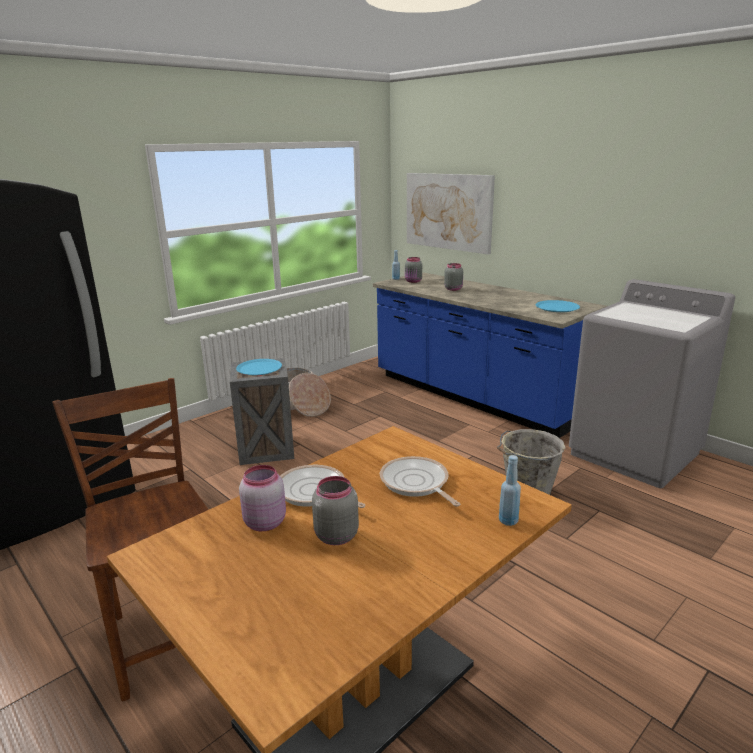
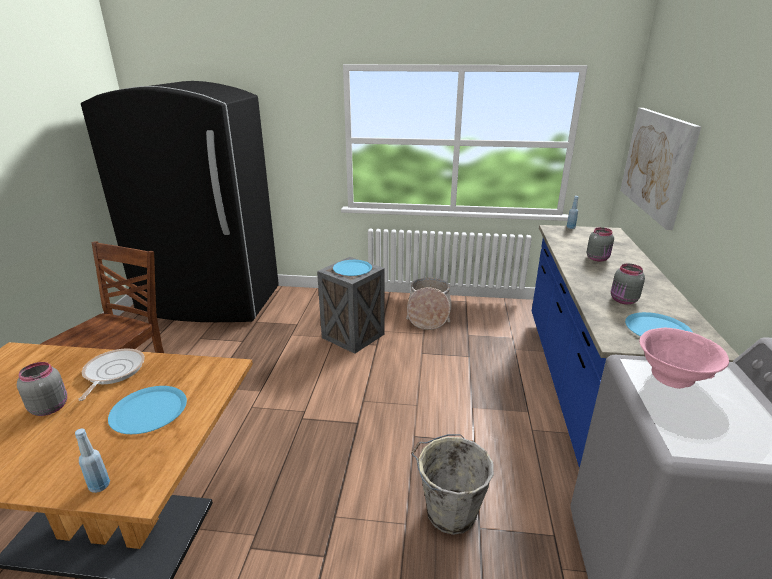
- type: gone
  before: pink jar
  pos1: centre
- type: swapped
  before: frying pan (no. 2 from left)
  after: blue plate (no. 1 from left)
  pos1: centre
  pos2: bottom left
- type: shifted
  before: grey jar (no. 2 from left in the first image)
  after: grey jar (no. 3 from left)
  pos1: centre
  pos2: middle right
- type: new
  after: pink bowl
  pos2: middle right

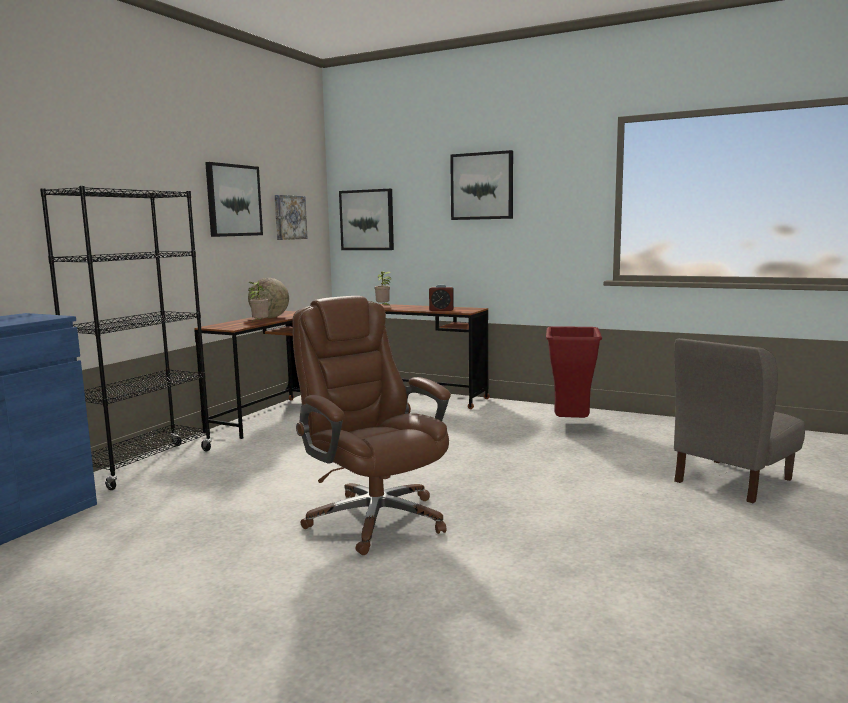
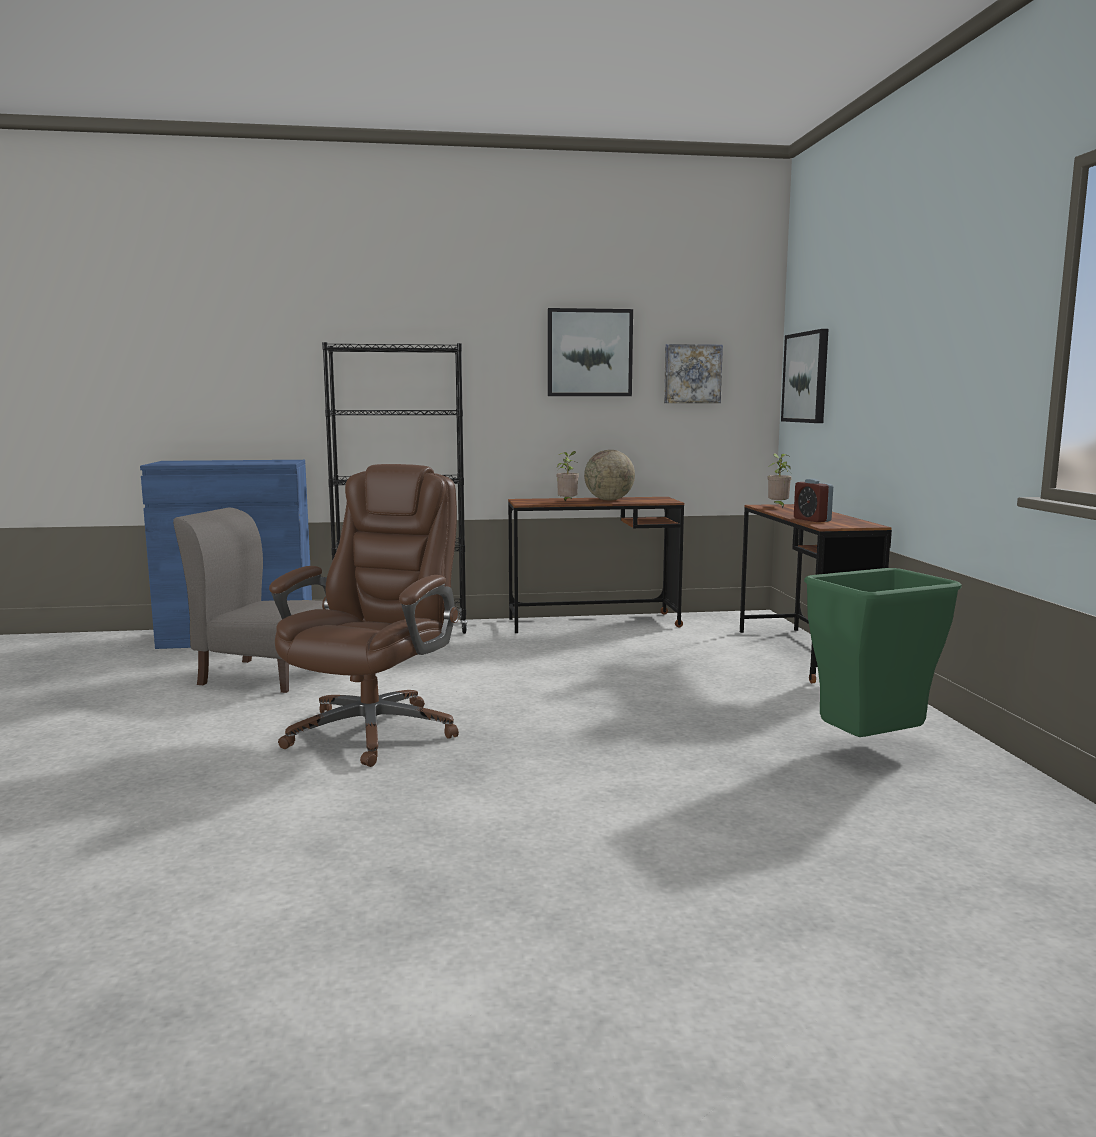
- type: gone
  before: picture (no. 4 from left)
  pos1: top centre
- type: repainted
  before: red trash can
  after: green trash can
  pos1: middle right
  pos2: middle right
- type: shifted
  before: grey chair
  pos1: middle right
  pos2: middle left

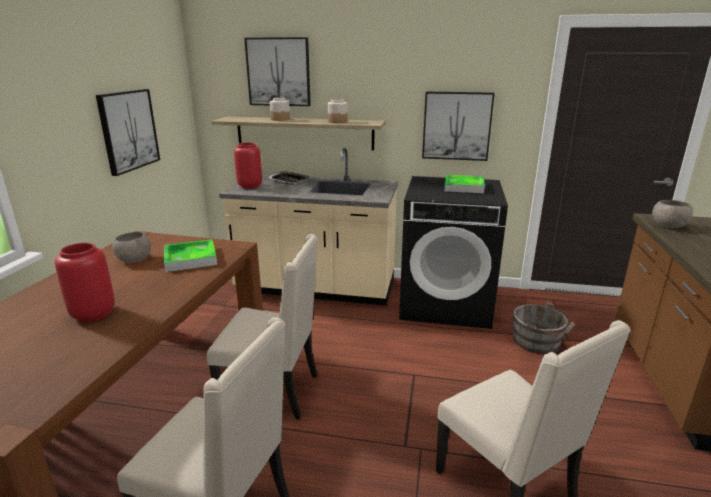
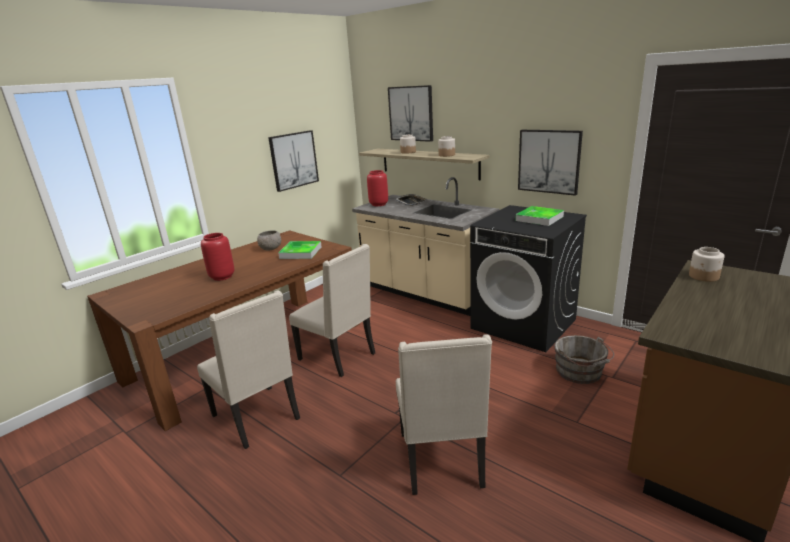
- type: swapped
  before: grey bowl (no. 2 from left)
  after: jar (no. 3 from left)
  pos1: middle right
  pos2: middle right

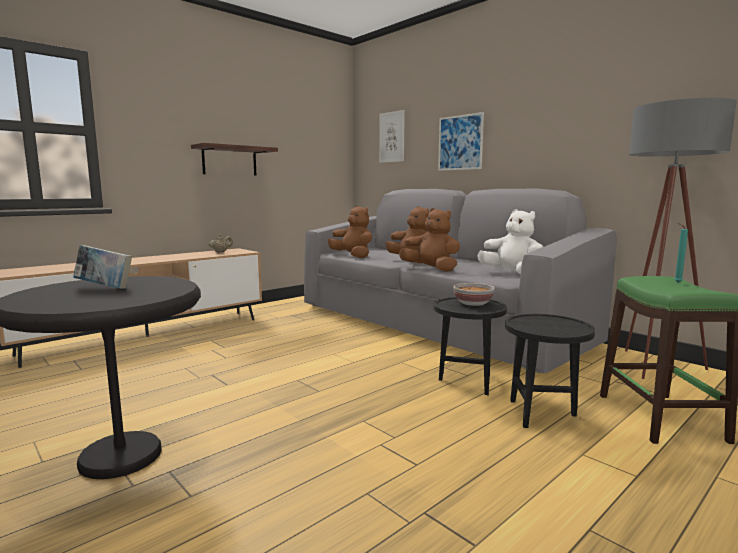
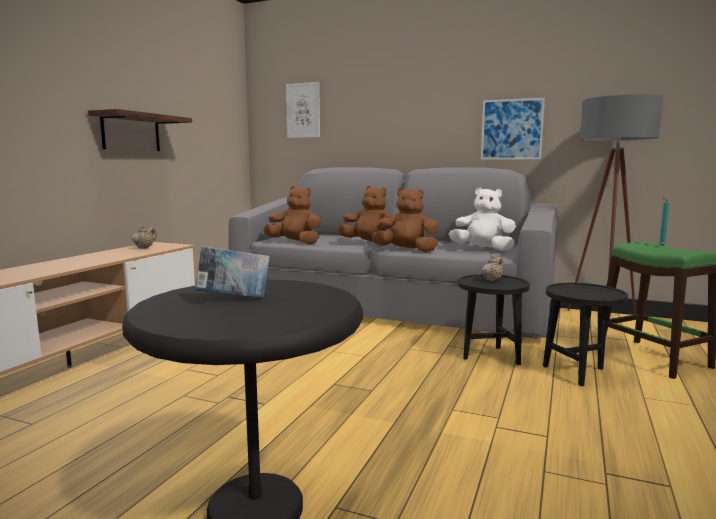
- type: shifted
  before: picture (no. 2 from left)
  pos1: top centre
  pos2: top right
- type: swapped
  before: bowl
  after: beige teapot (no. 2 from left)
  pos1: centre
  pos2: middle right

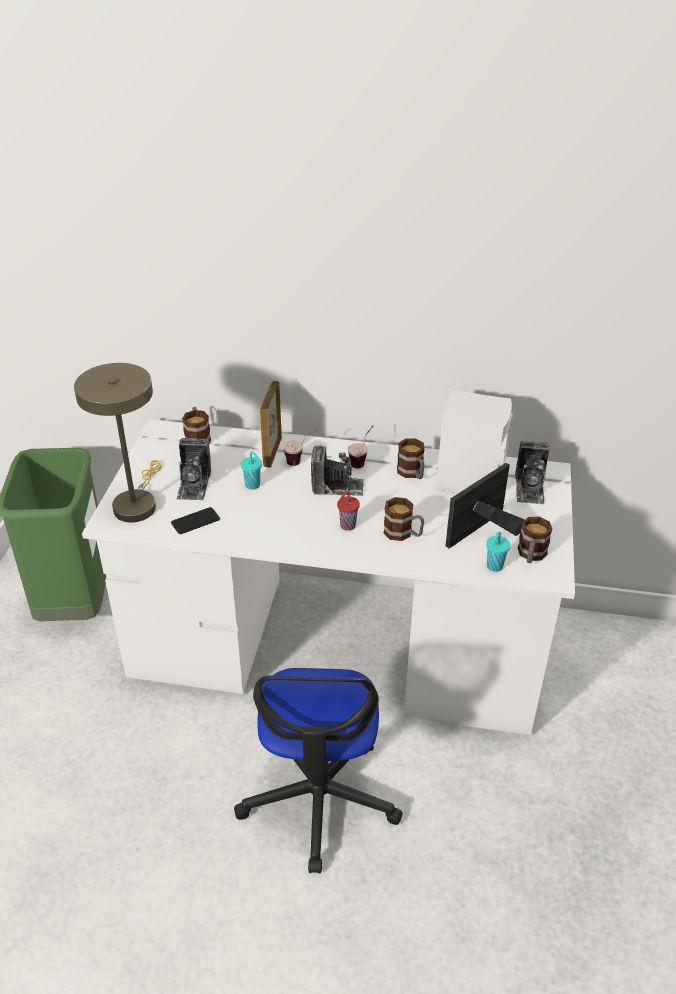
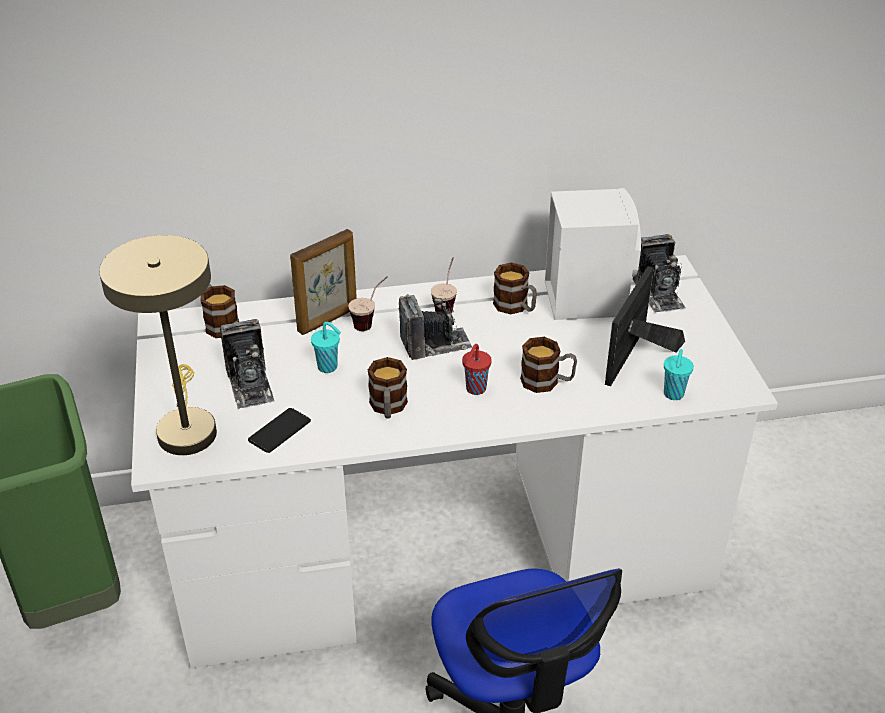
- type: rotated
  before: picture frame (no. 1 from left)
  pos1: centre
  pos2: centre
  turn: -120
- type: shifted
  before: mug (no. 4 from left in the first image)
  after: mug (no. 2 from left)
  pos1: middle right
  pos2: centre

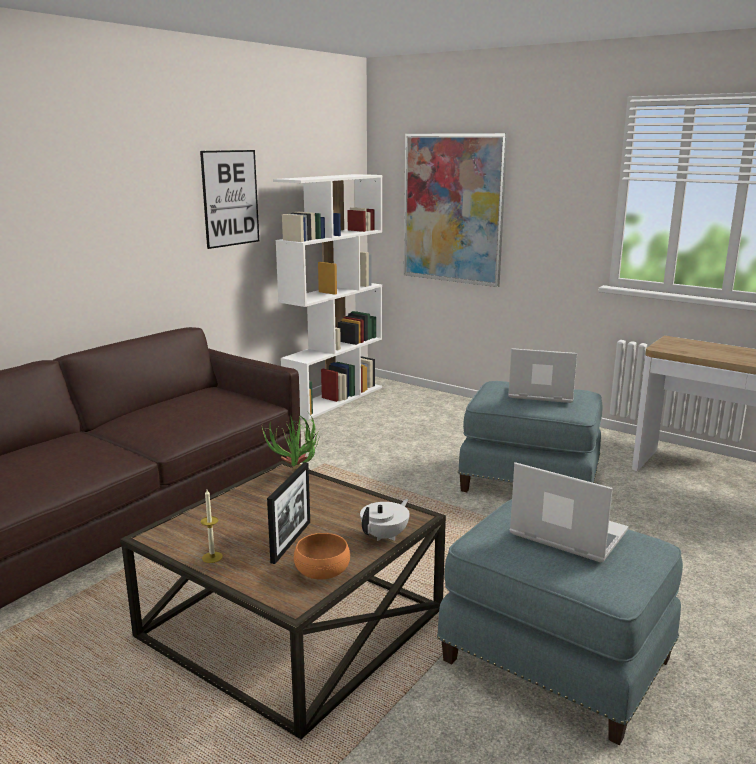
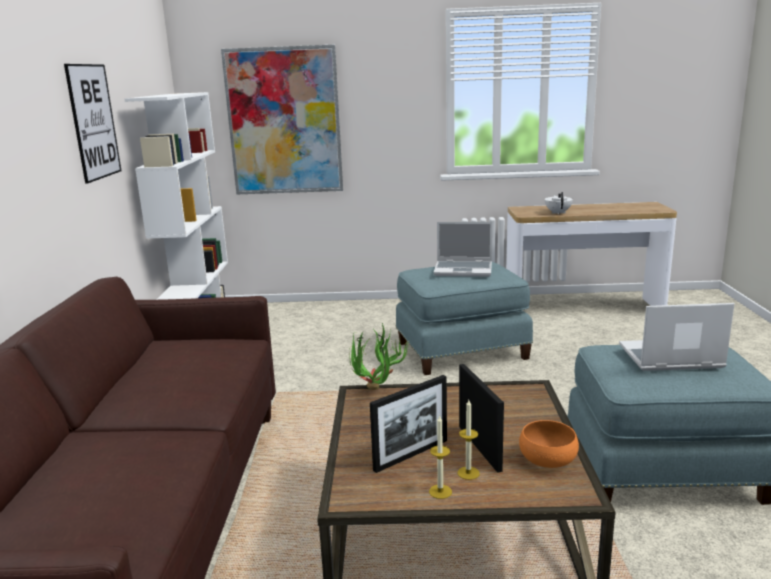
- type: shifted
  before: white teapot
  pos1: bottom centre
  pos2: middle right
- type: rotated
  before: laptop (no. 1 from left)
  pos1: middle right
  pos2: centre
  turn: -150
- type: new
  after: picture frame (no. 1 from left)
  pos2: bottom centre
- type: new
  after: candle (no. 2 from left)
  pos2: bottom centre

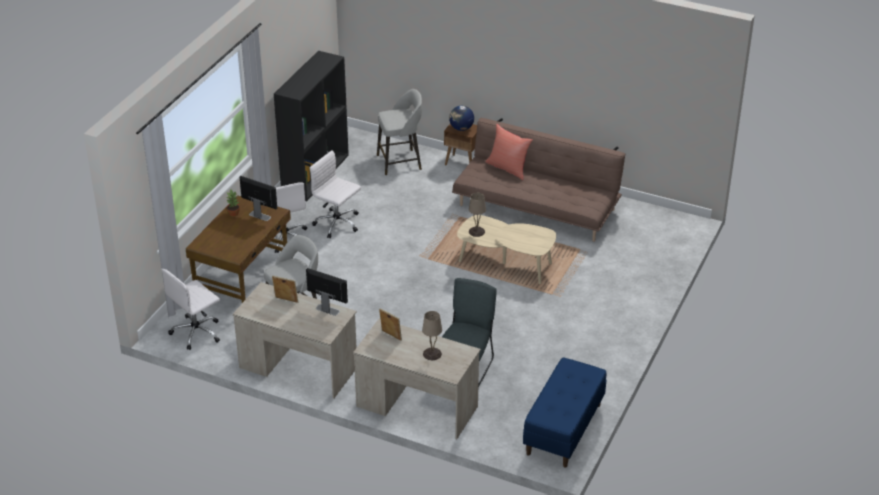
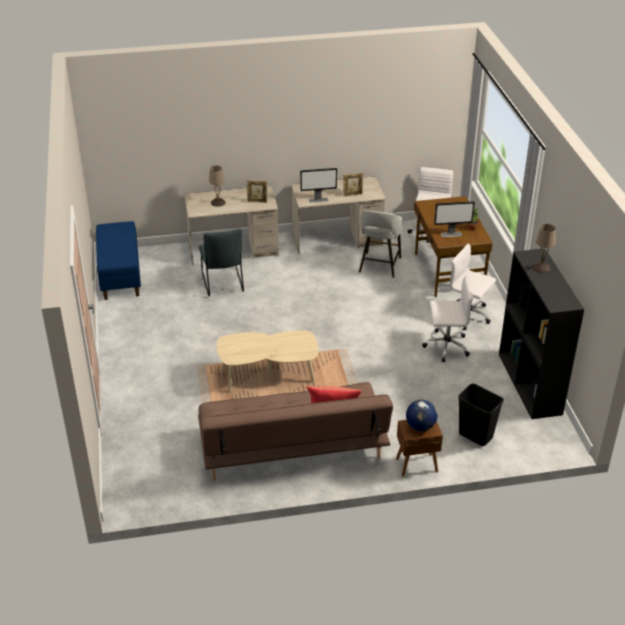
- type: swapped
  before: grey stool (no. 2 from left)
  after: black trash can
  pos1: top centre
  pos2: middle right
- type: shifted
  before: beige table lamp (no. 2 from left)
  pos1: centre
  pos2: middle right

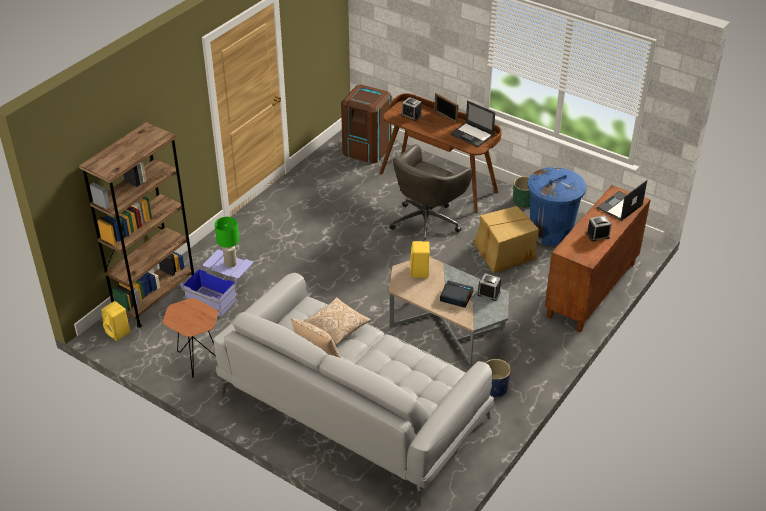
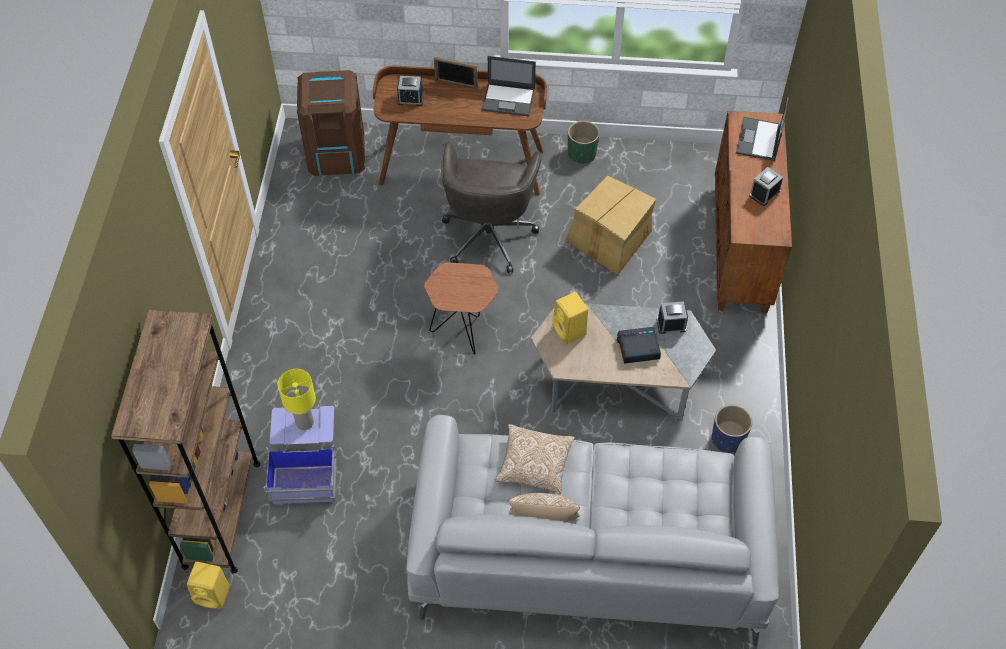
- type: shifted
  before: brown side table
  pos1: middle left
  pos2: centre
- type: repainted
  before: green table lamp
  after: yellow table lamp
  pos1: middle left
  pos2: middle left
- type: gone
  before: blue trash can
  pos1: middle right

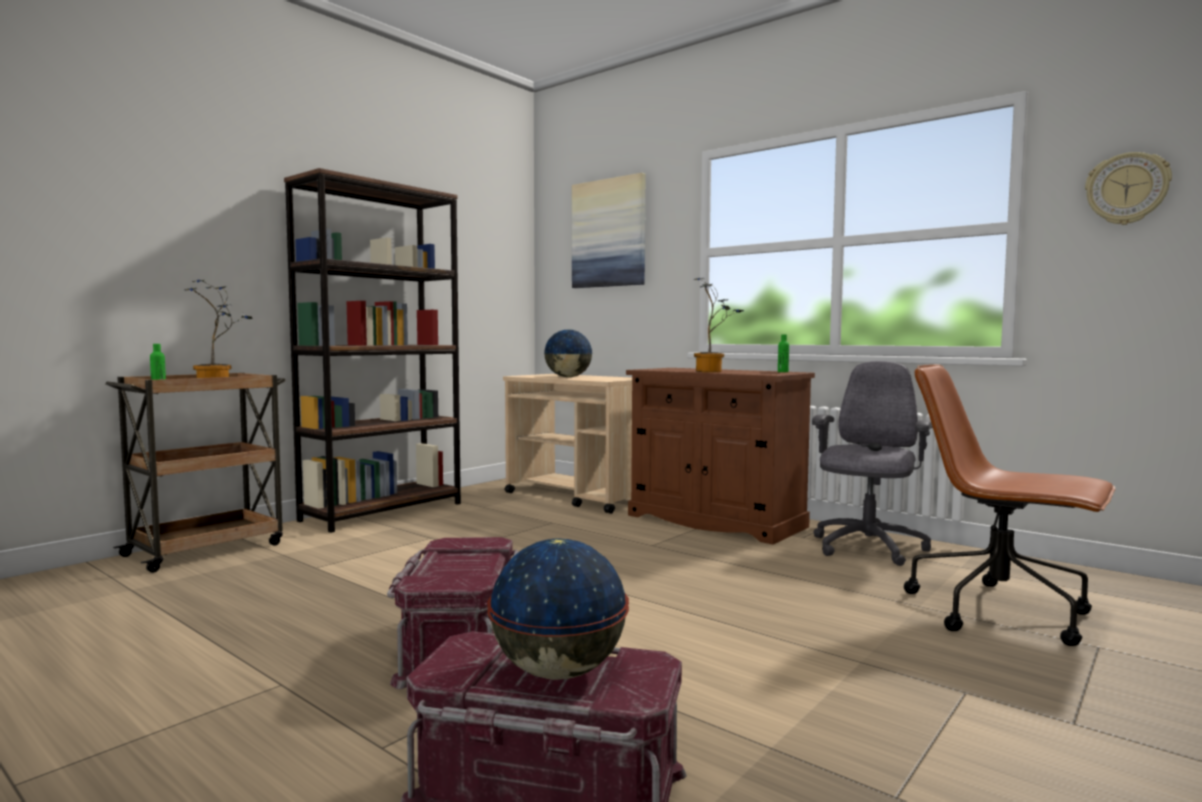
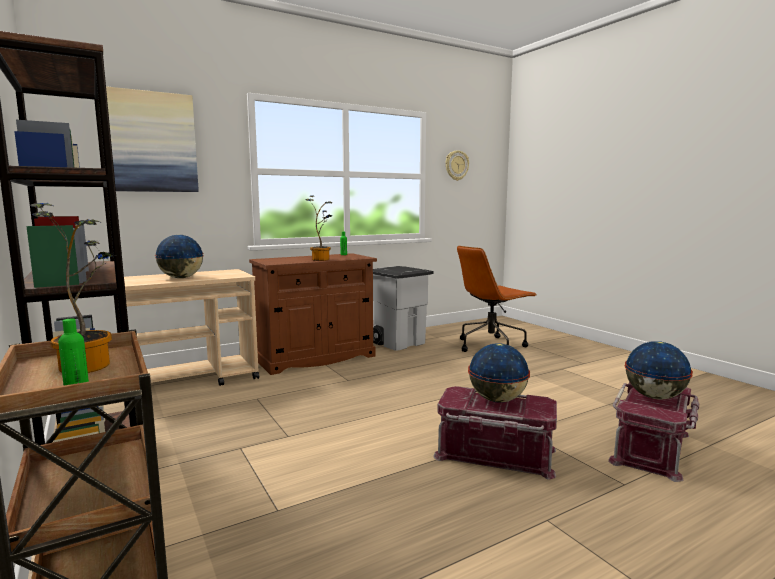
- type: swapped
  before: grey office chair
  after: grey trash can
  pos1: middle right
  pos2: centre
- type: new
  after: globe (no. 2 from left)
  pos2: centre

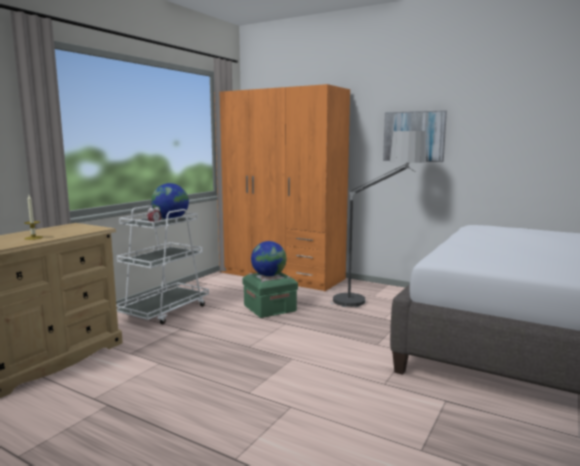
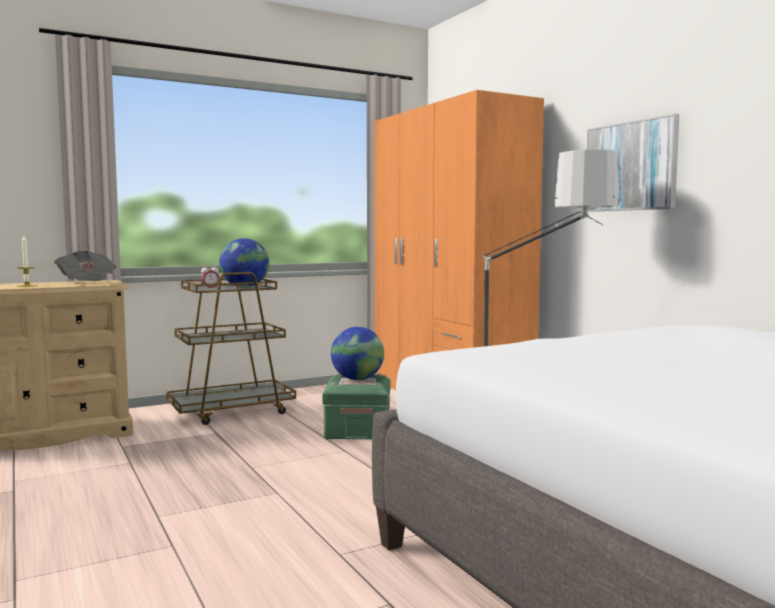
- type: repainted
  before: white cart
  after: brown cart
  pos1: middle left
  pos2: middle left
- type: new
  after: newspaper
  pos2: middle left

